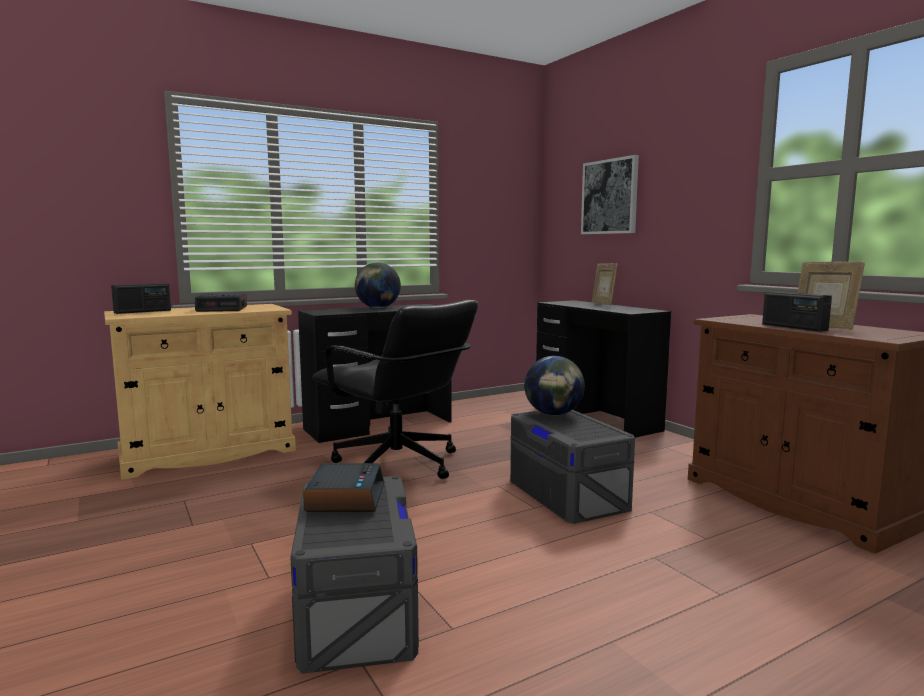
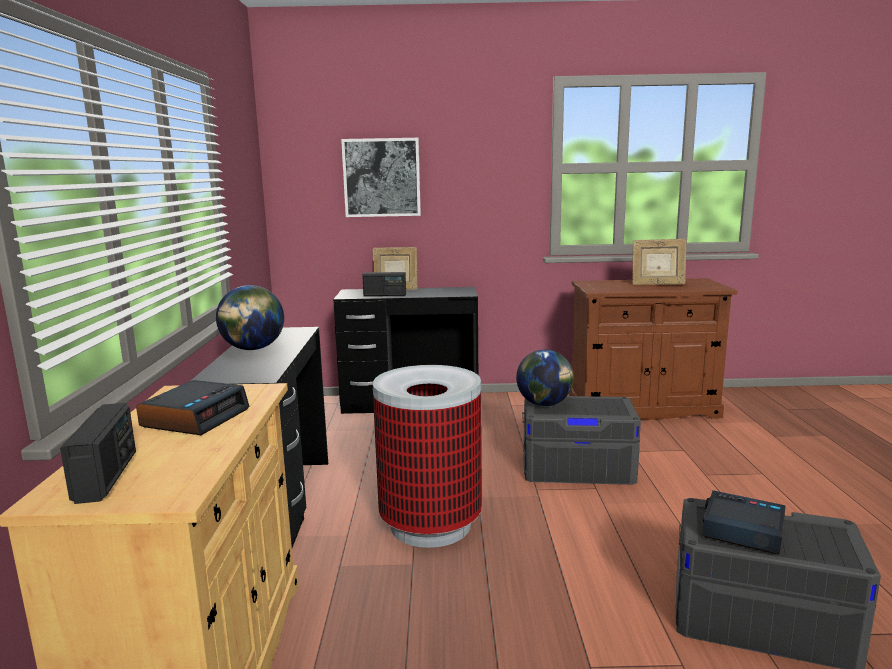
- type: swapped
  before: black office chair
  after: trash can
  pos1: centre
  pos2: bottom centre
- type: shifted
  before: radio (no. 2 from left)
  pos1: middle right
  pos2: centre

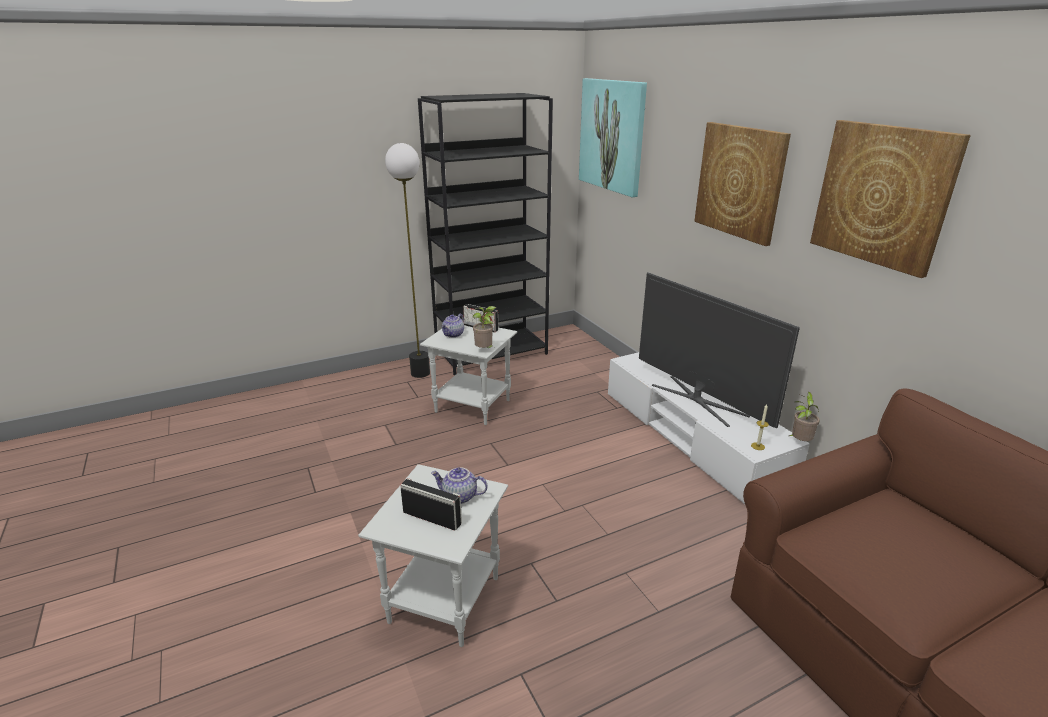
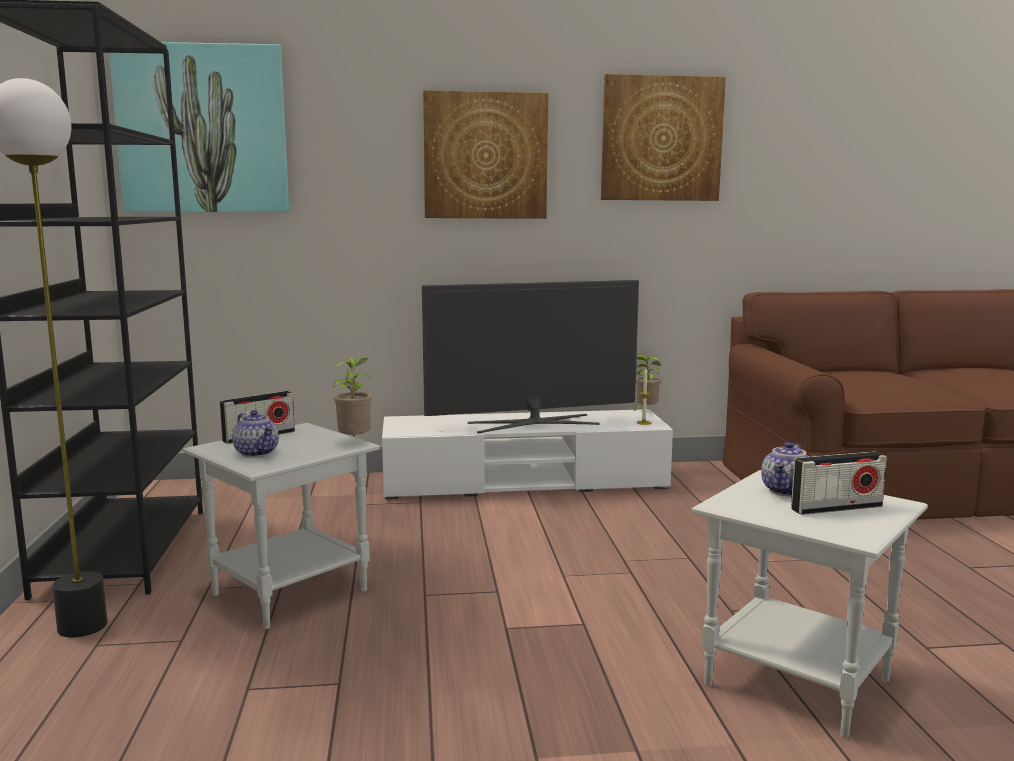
- type: rotated
  before: radio (no. 1 from left in the first image)
  pos1: bottom centre
  pos2: middle right
  turn: -150

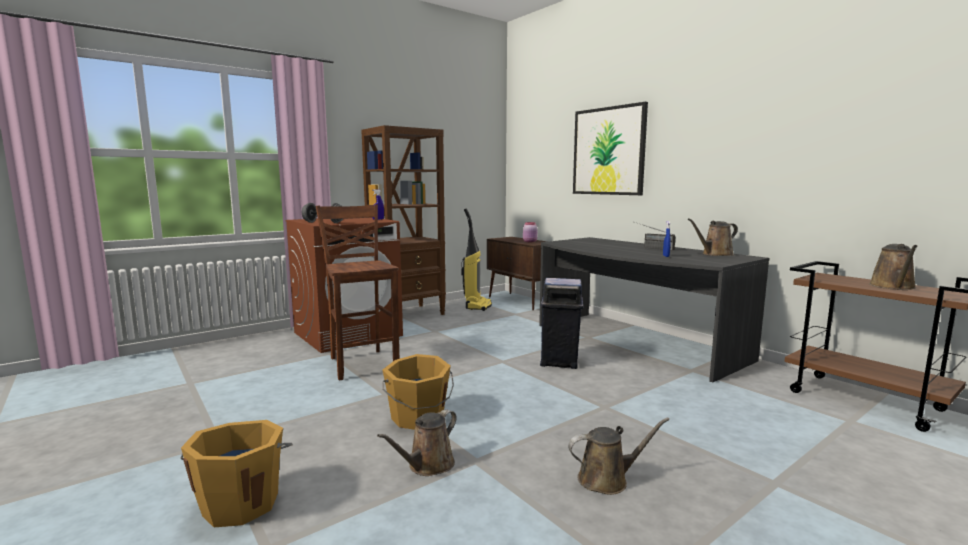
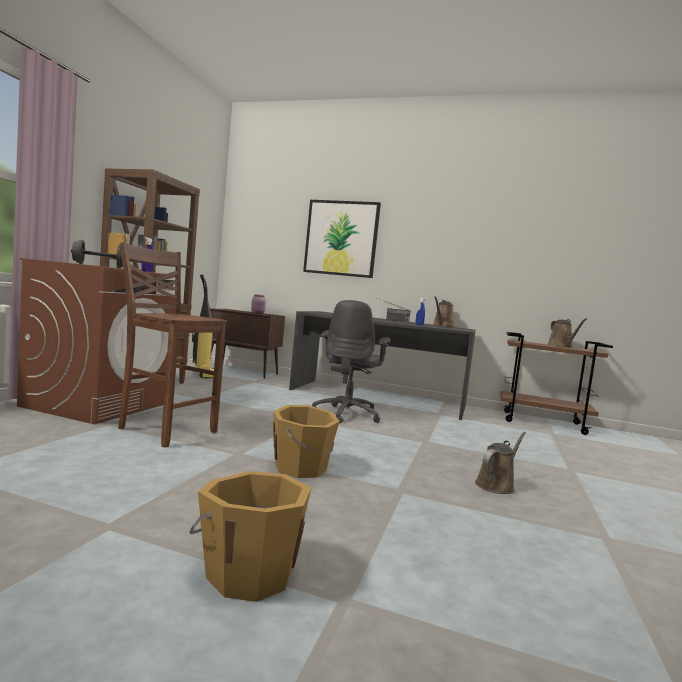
- type: gone
  before: brown watering can (no. 1 from left)
  pos1: bottom centre
- type: swapped
  before: blue trash can
  after: grey office chair
  pos1: centre
  pos2: centre

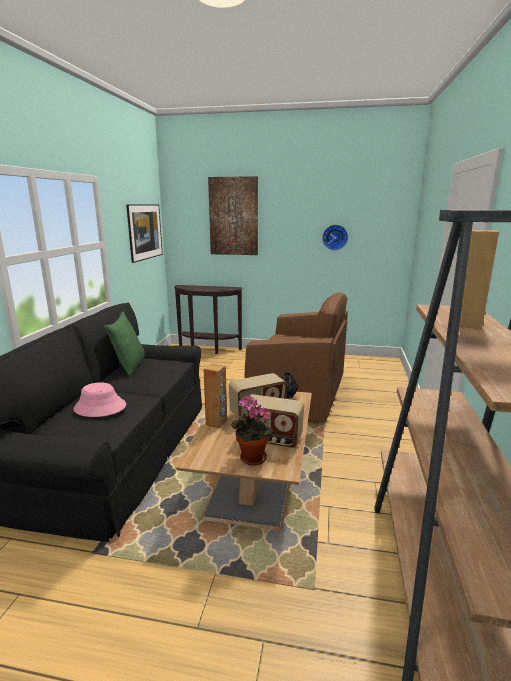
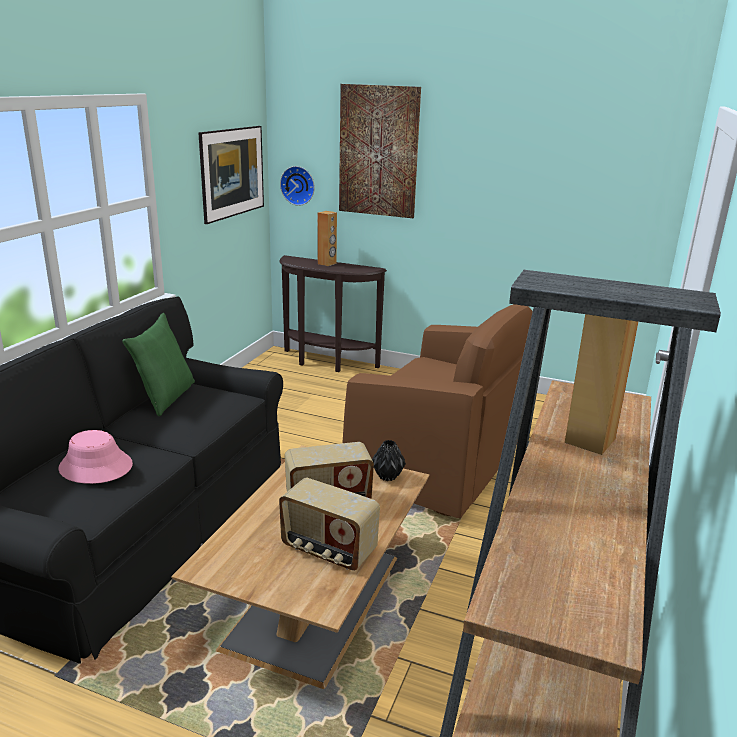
- type: shifted
  before: brown speaker (no. 1 from left)
  pos1: centre
  pos2: top centre
- type: gone
  before: potted plant
  pos1: centre
- type: shifted
  before: wall clock
  pos1: centre
  pos2: top centre

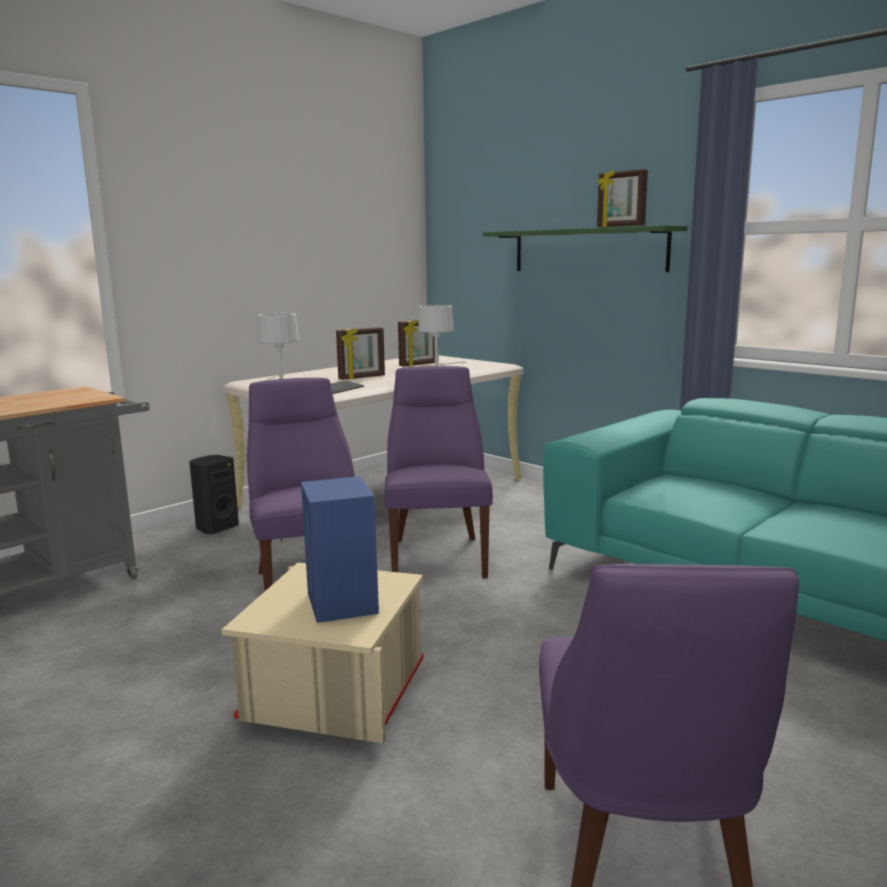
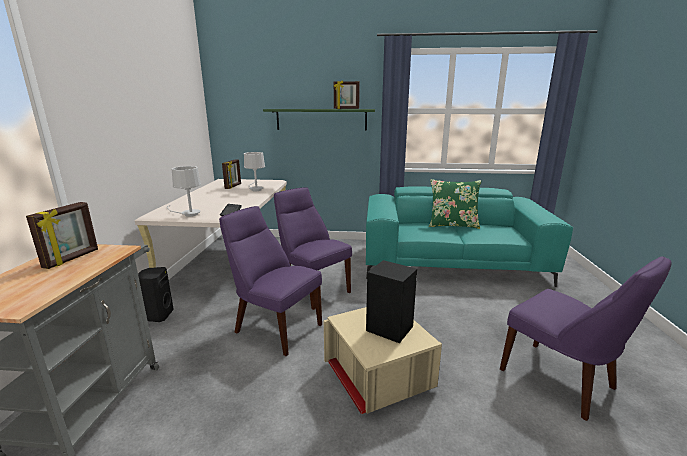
- type: repainted
  before: blue speaker
  after: black speaker (no. 2 from left)
  pos1: centre
  pos2: centre
- type: shifted
  before: picture frame (no. 1 from left)
  pos1: centre
  pos2: middle left
- type: new
  after: green pillow
  pos2: centre

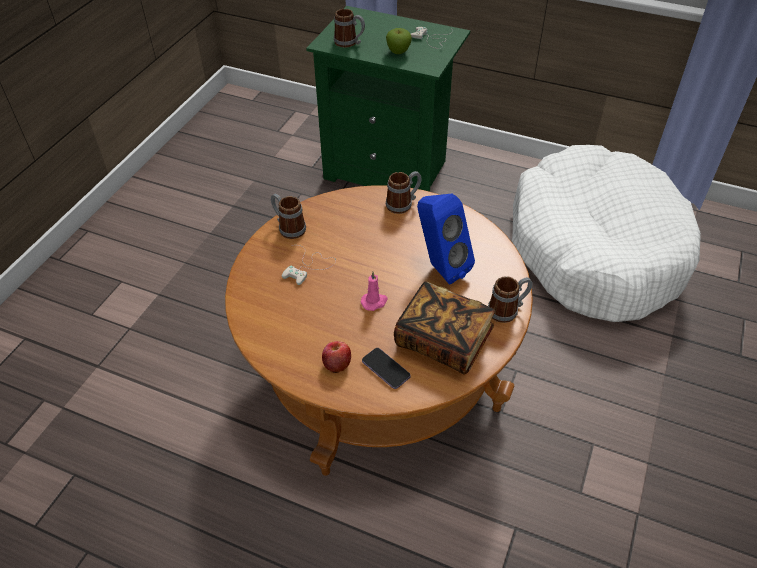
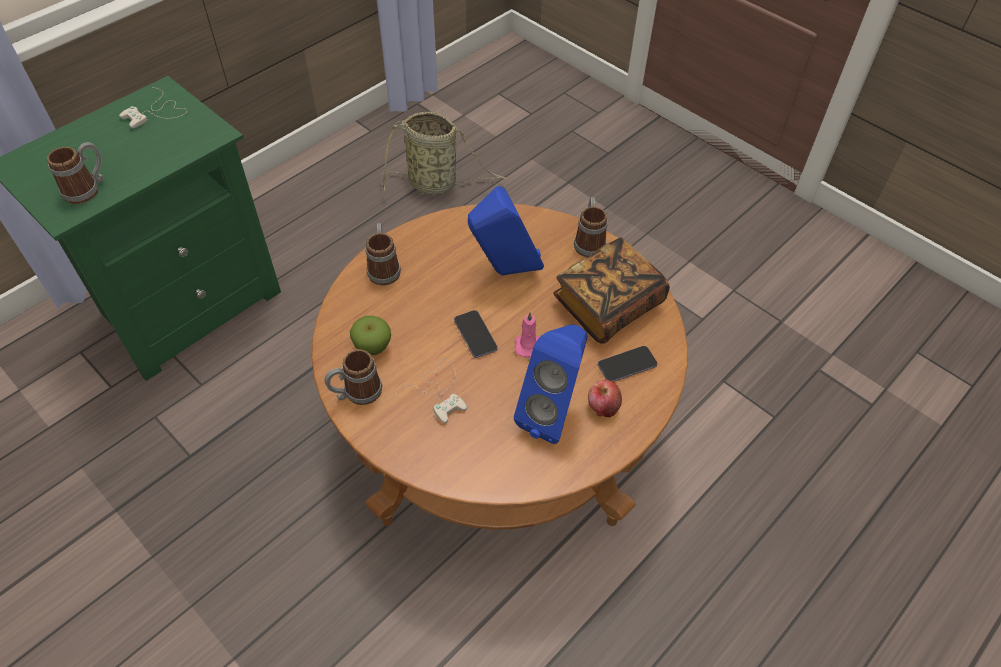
- type: shifted
  before: apple (no. 2 from left in the first image)
  after: apple (no. 1 from left)
  pos1: top centre
  pos2: centre
- type: swapped
  before: white dog bed
  after: basket
  pos1: middle right
  pos2: top centre
- type: new
  after: phone (no. 1 from left)
  pos2: centre
- type: new
  after: blue speaker (no. 2 from left)
  pos2: centre

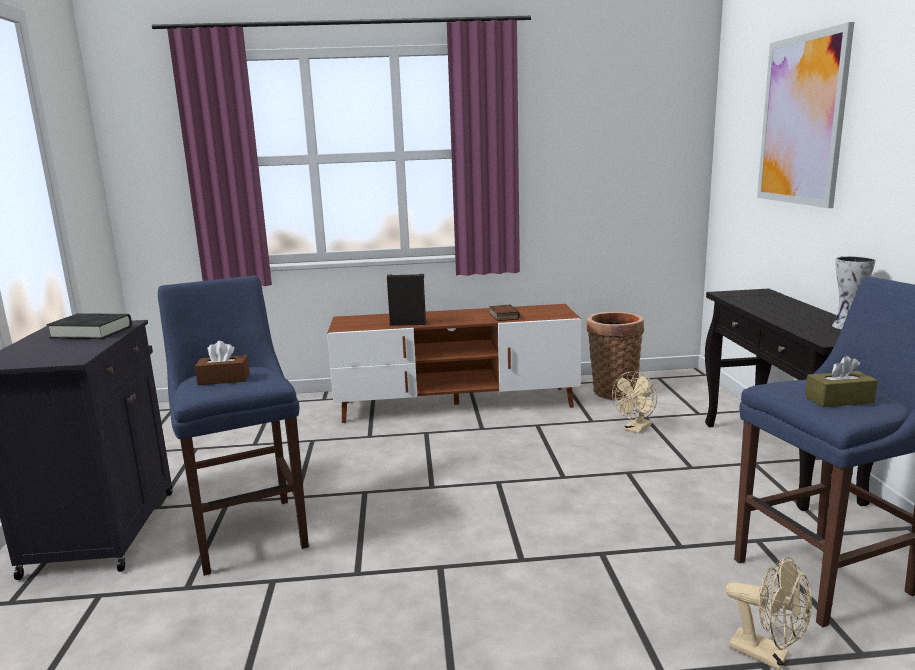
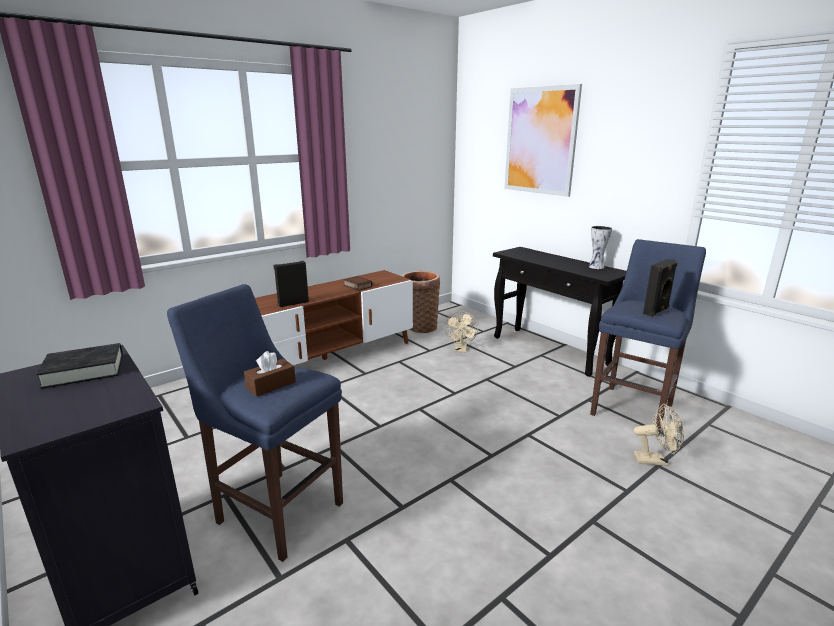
- type: swapped
  before: brown tissue box (no. 2 from left)
  after: black speaker (no. 2 from left)
  pos1: middle right
  pos2: middle right

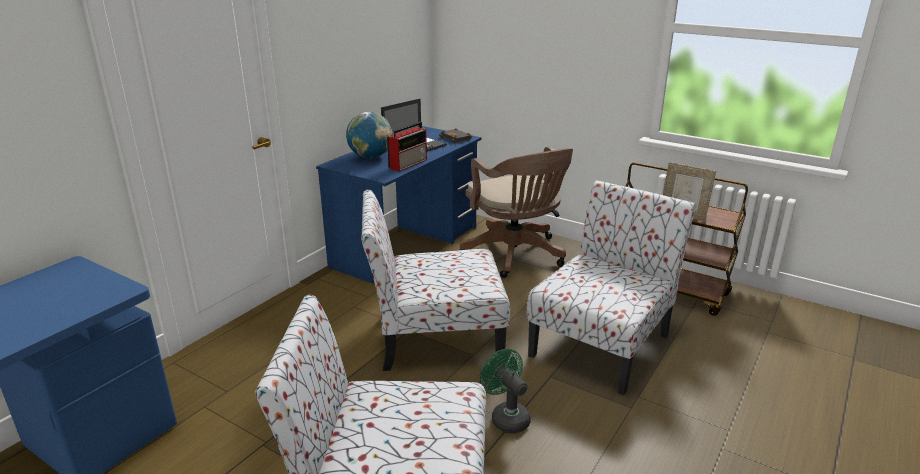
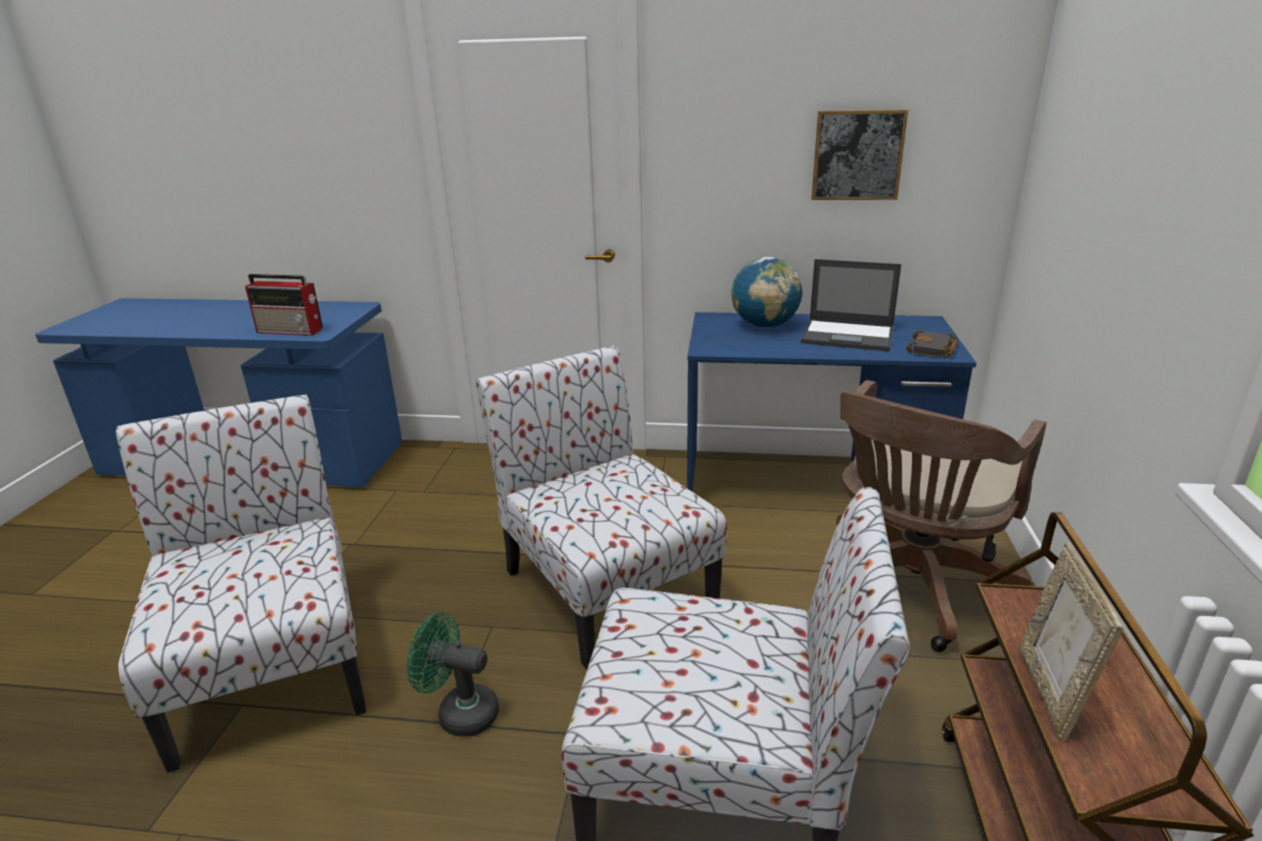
- type: shifted
  before: radio
  pos1: top centre
  pos2: middle left
- type: rotated
  before: green fan
  pos1: bottom centre
  pos2: bottom centre
  turn: -105
- type: new
  after: picture
  pos2: top right

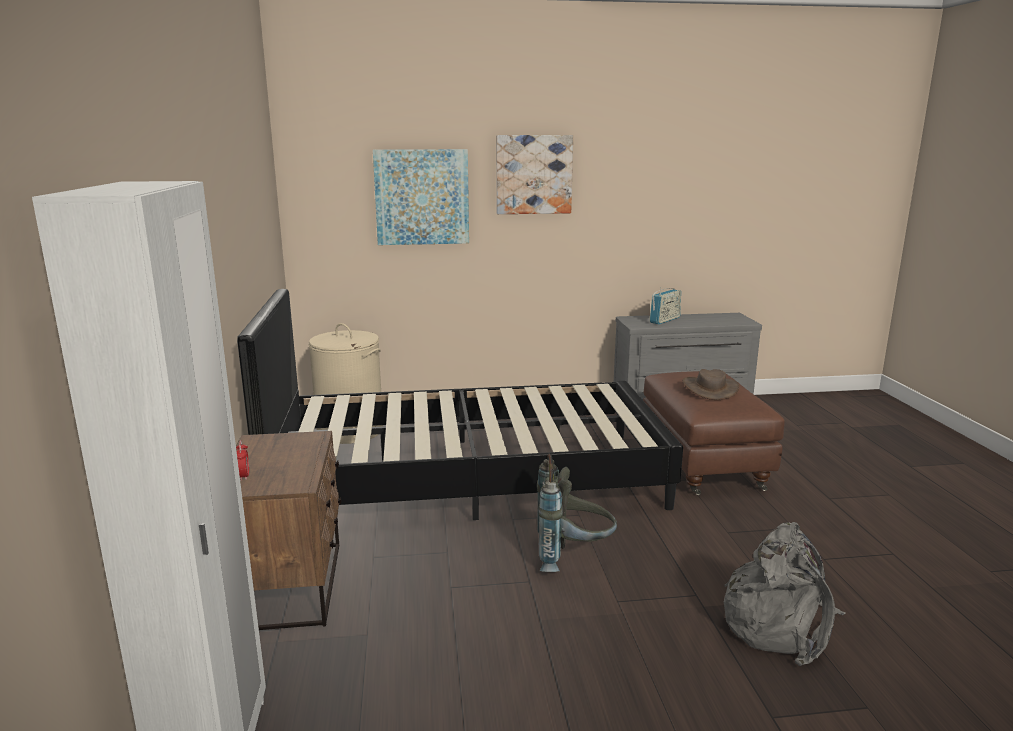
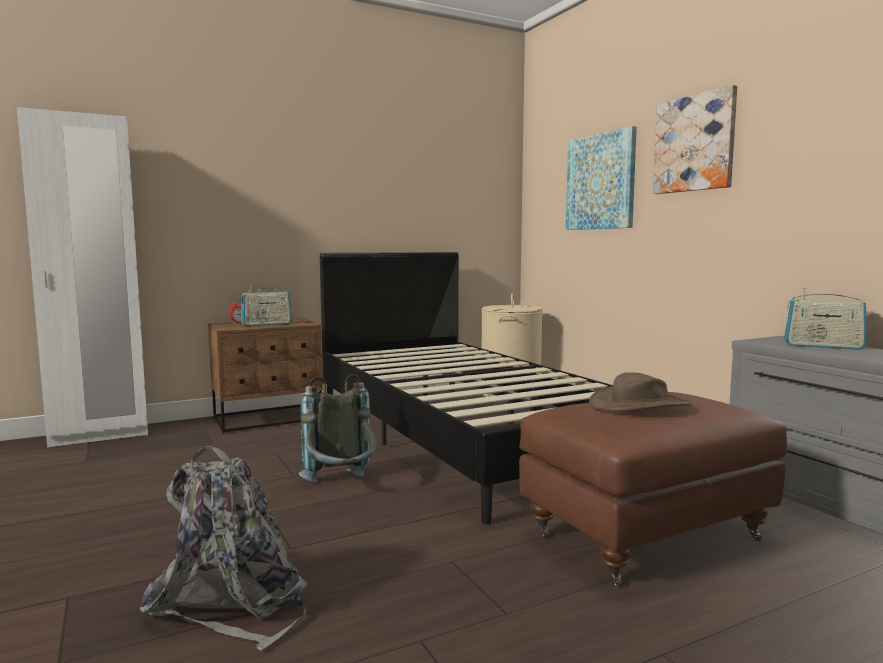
- type: new
  after: radio (no. 1 from left)
  pos2: middle left

